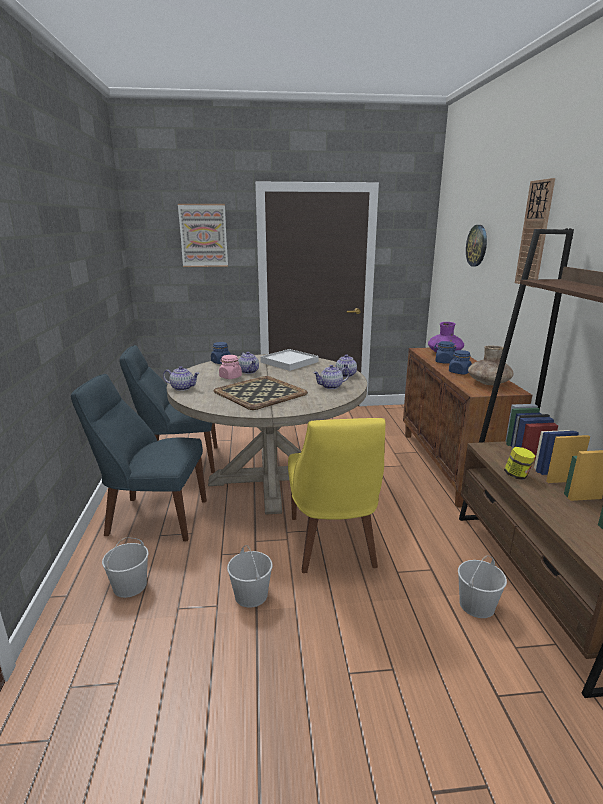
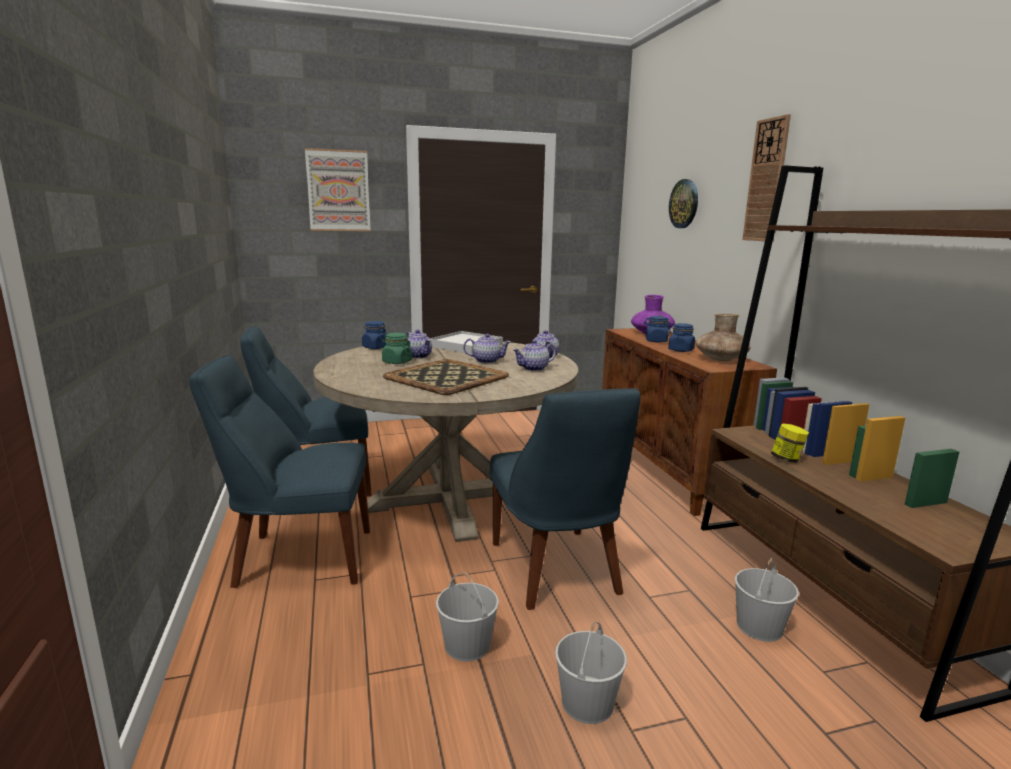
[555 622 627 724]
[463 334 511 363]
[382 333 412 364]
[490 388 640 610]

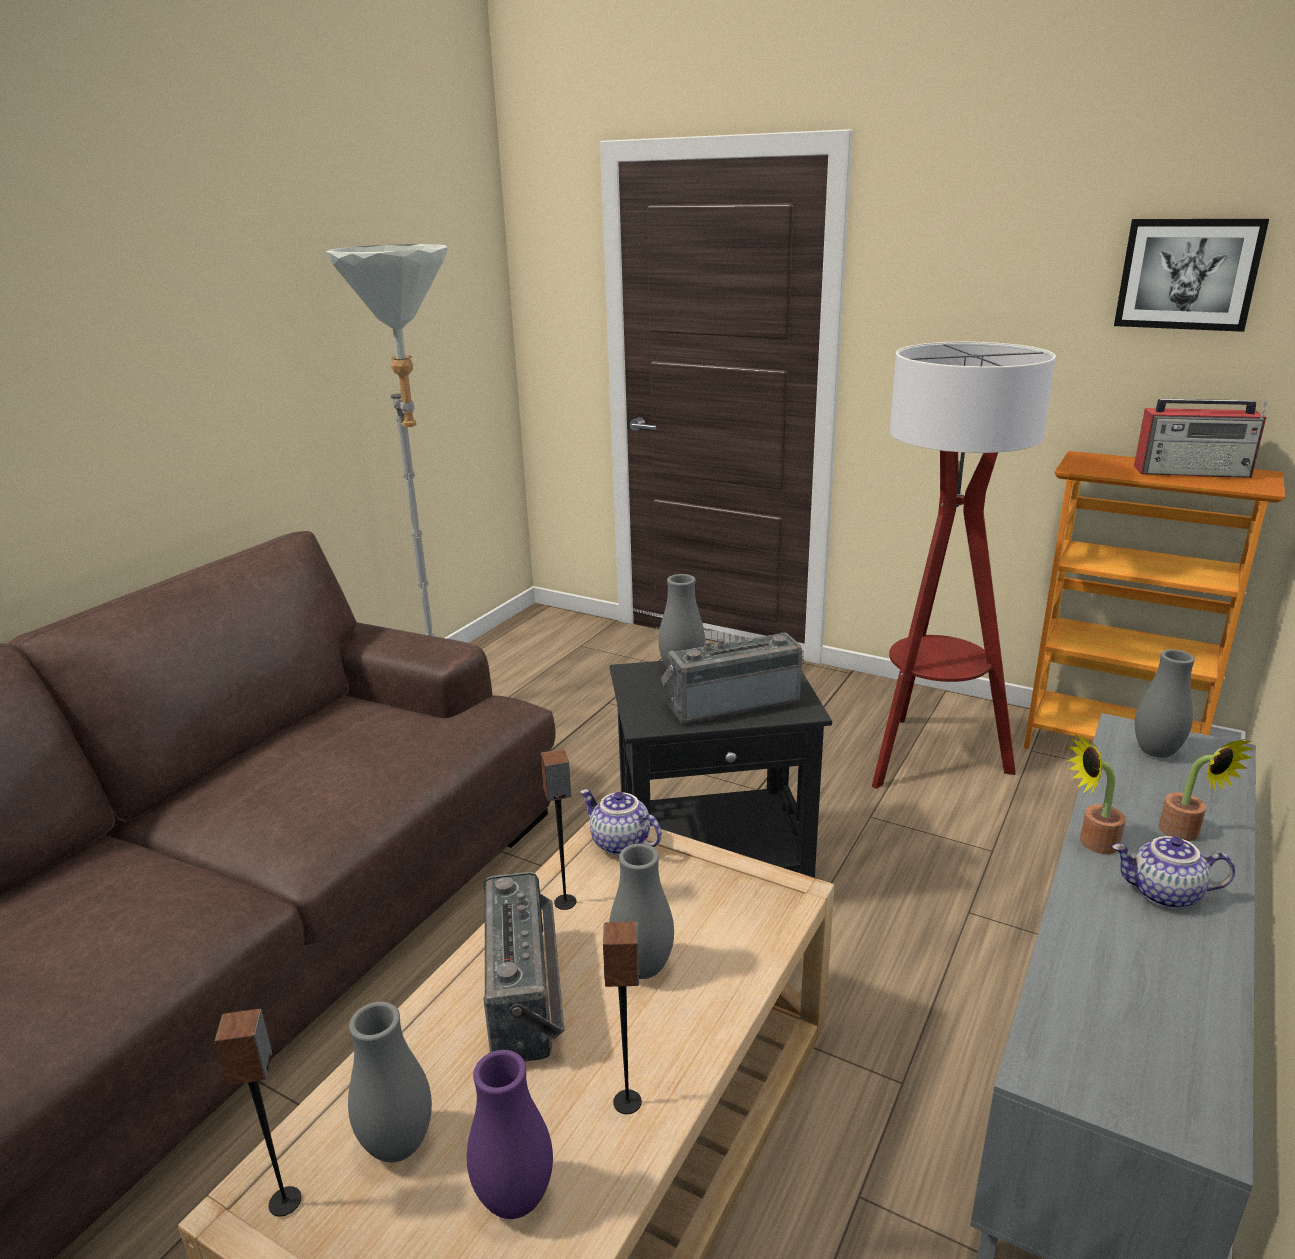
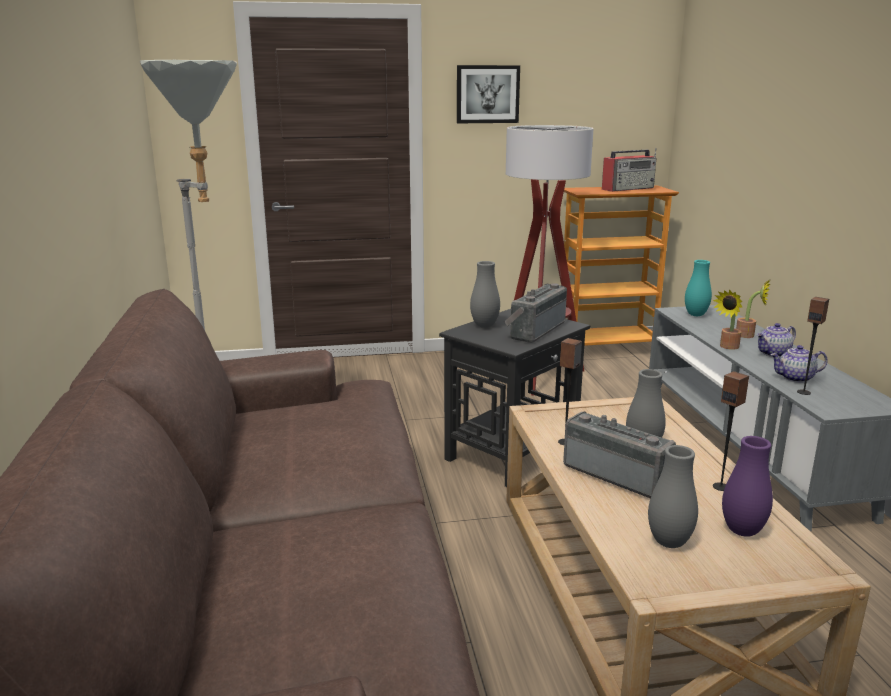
[797 297 829 395]
[770 345 828 383]
[457 65 520 123]
[685 260 712 316]

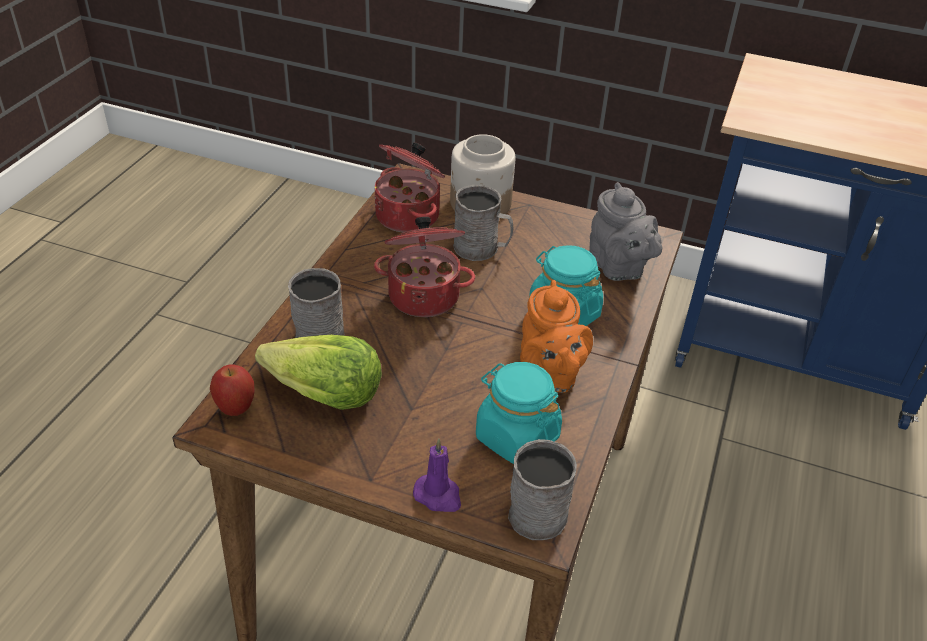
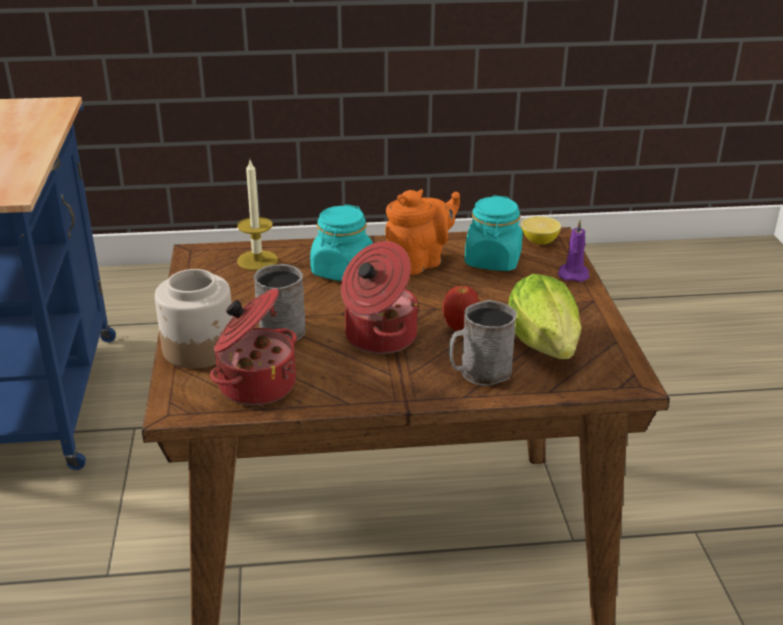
[443 285 479 331]
[521 216 561 245]
[237 160 278 271]

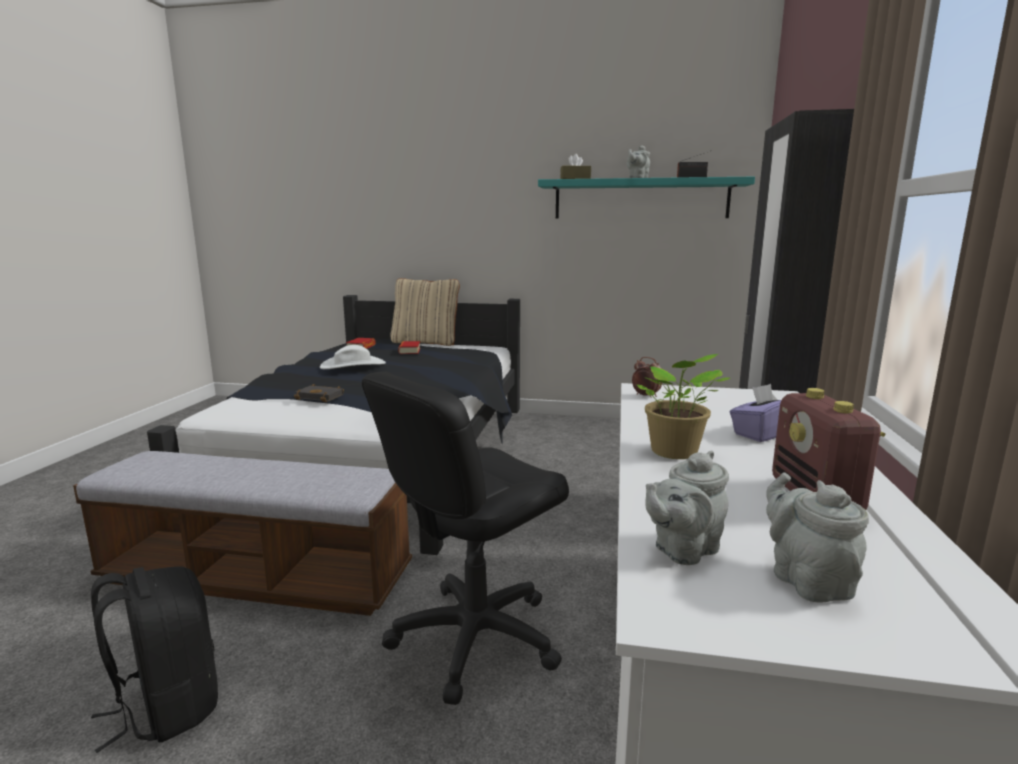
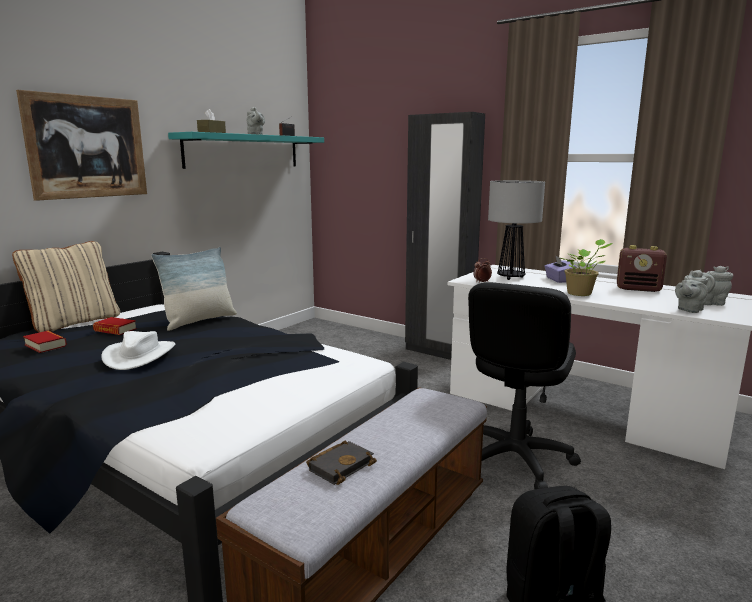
[16 90 147 201]
[151 247 237 331]
[488 180 545 280]
[306 441 377 485]
[468 282 581 489]
[675 270 709 313]

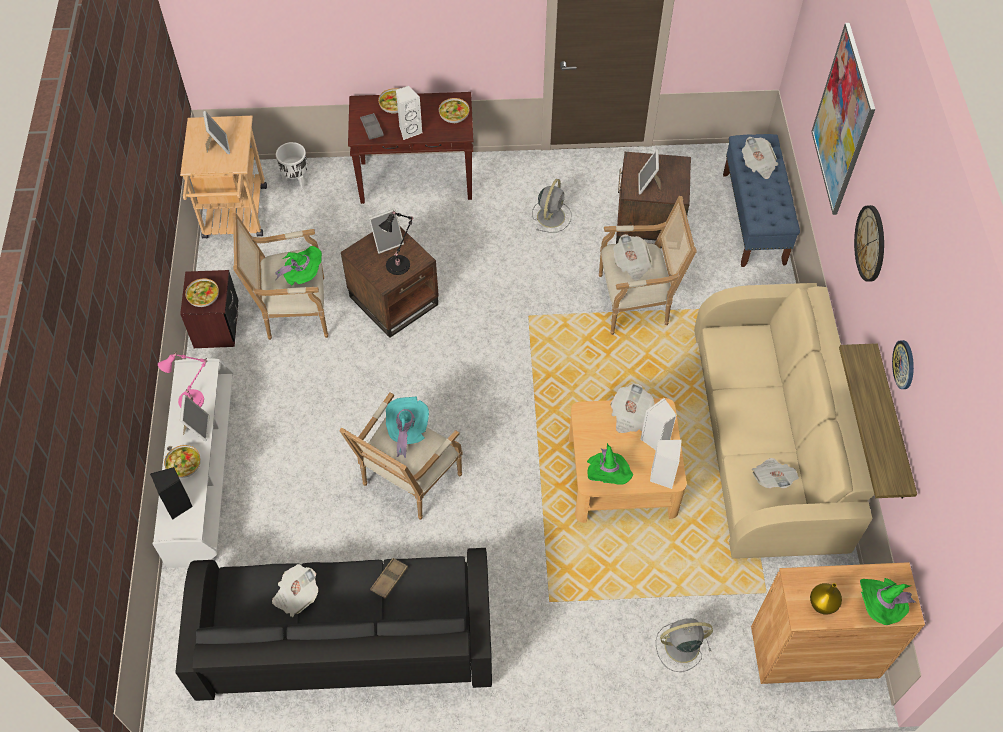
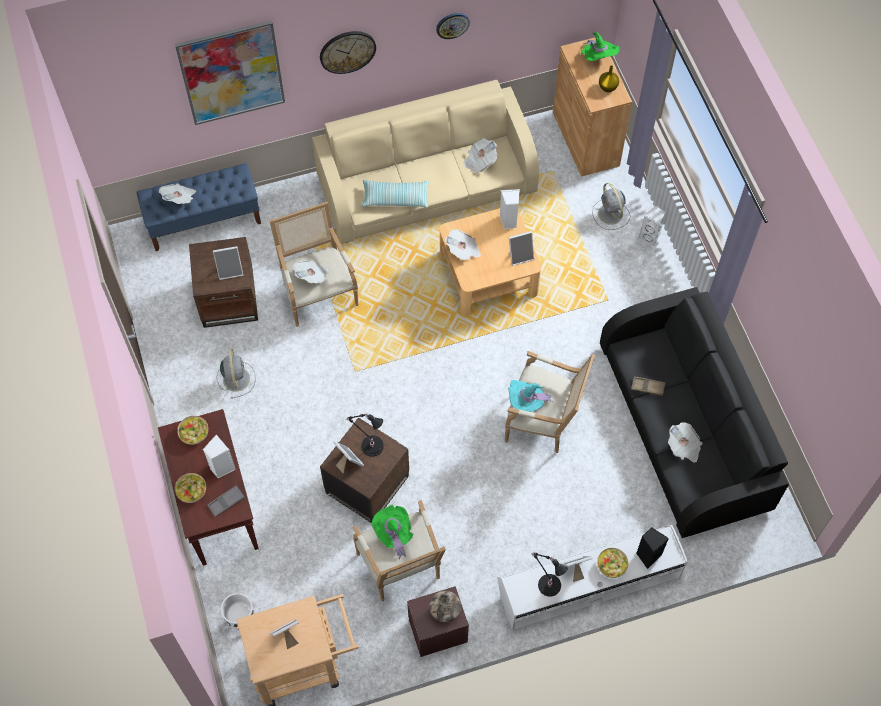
[839 343 917 498] (first image)
[362 180 430 208]
[639 206 666 247]
[429 591 461 622]
[509 231 534 266]
[531 552 567 597]
[217 348 256 399]

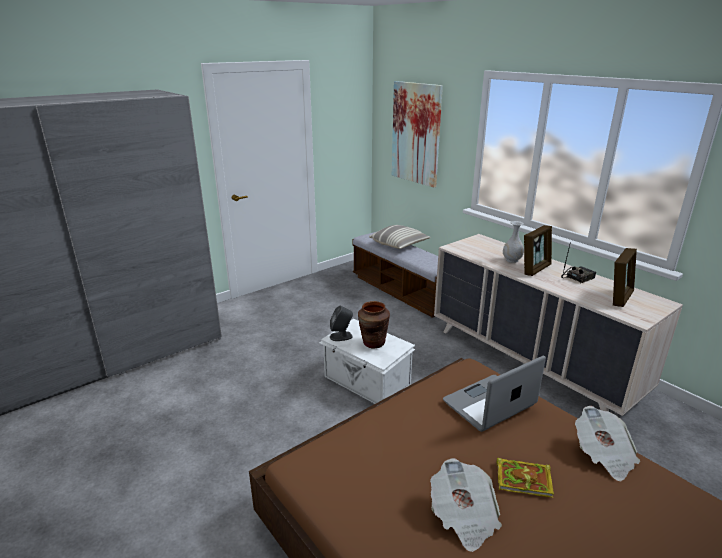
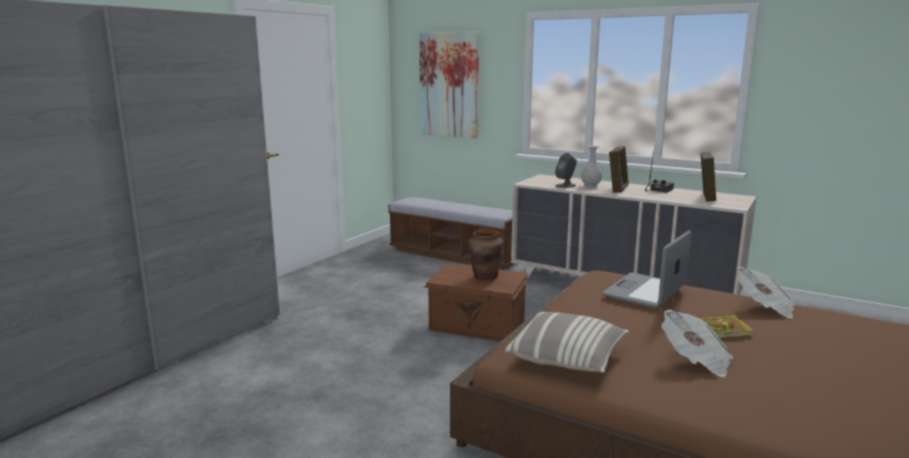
[555 153 577 188]
[505 312 629 373]
[424 263 529 341]

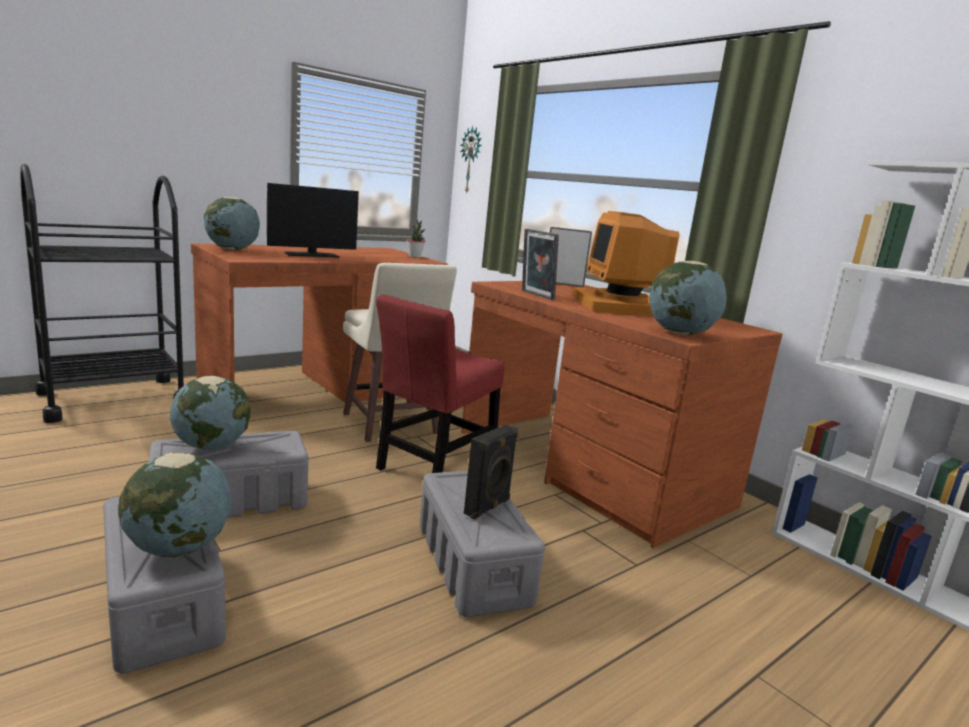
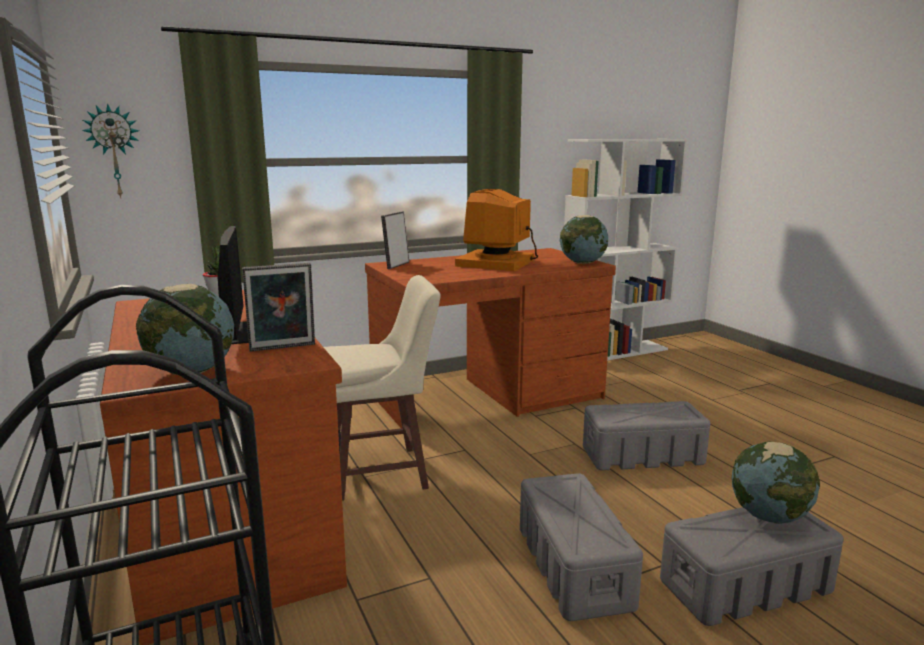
[170 376 251 450] (first image)
[376 294 504 473] (first image)
[464 425 518 520] (first image)
[242 263 315 352]
[455 189 538 271]

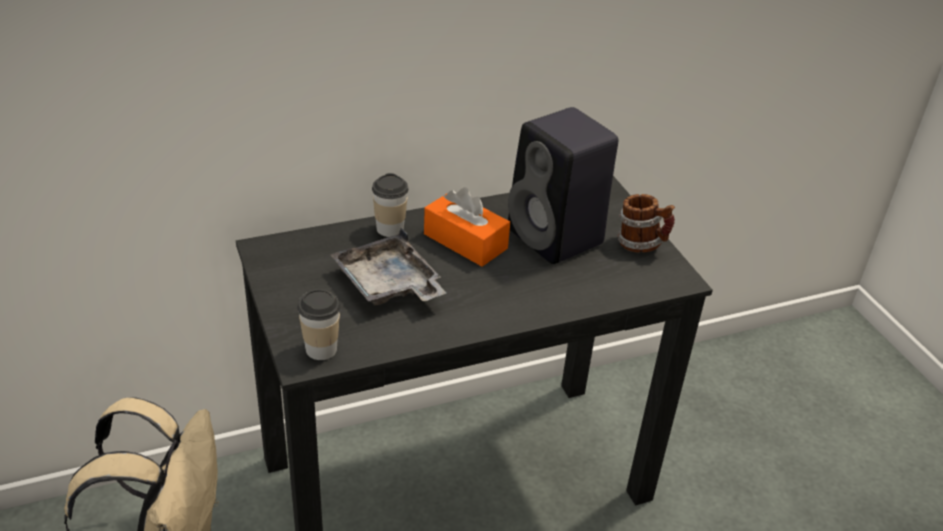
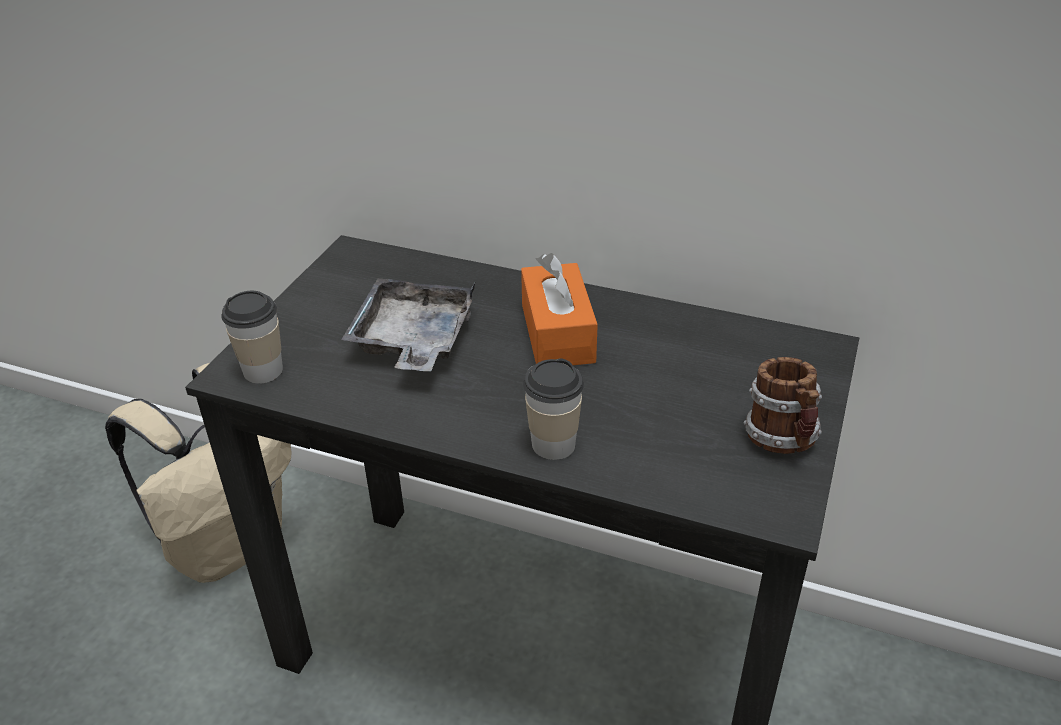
[508 107 618 264] (first image)
[523 358 584 460]

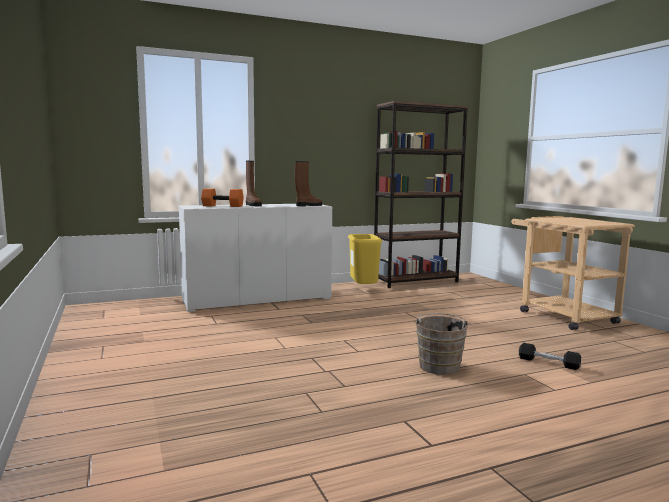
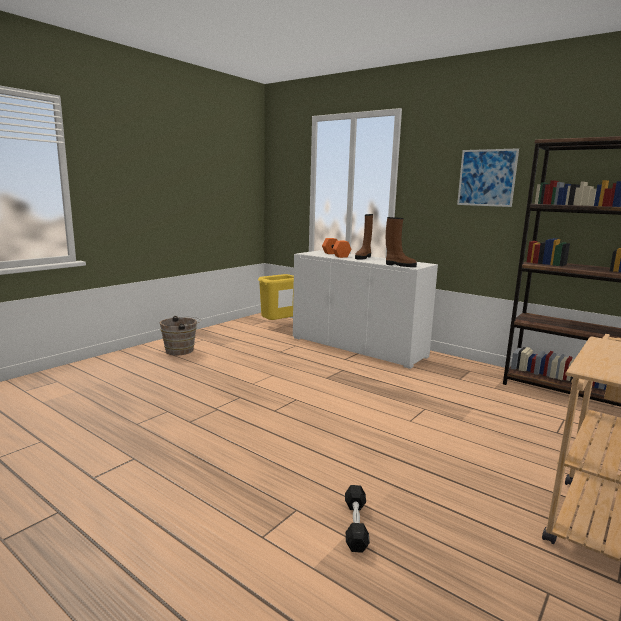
[457 148 519 207]
[258 274 294 320]
[160 316 201 355]

